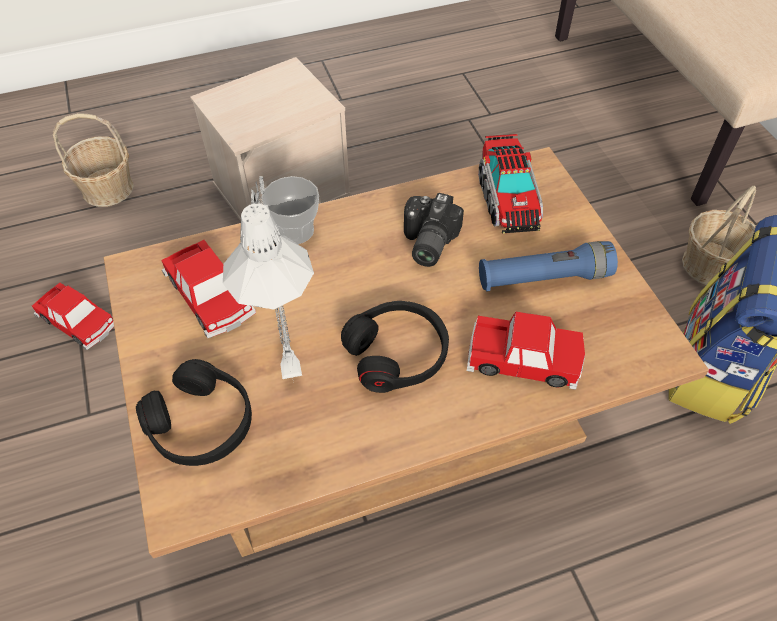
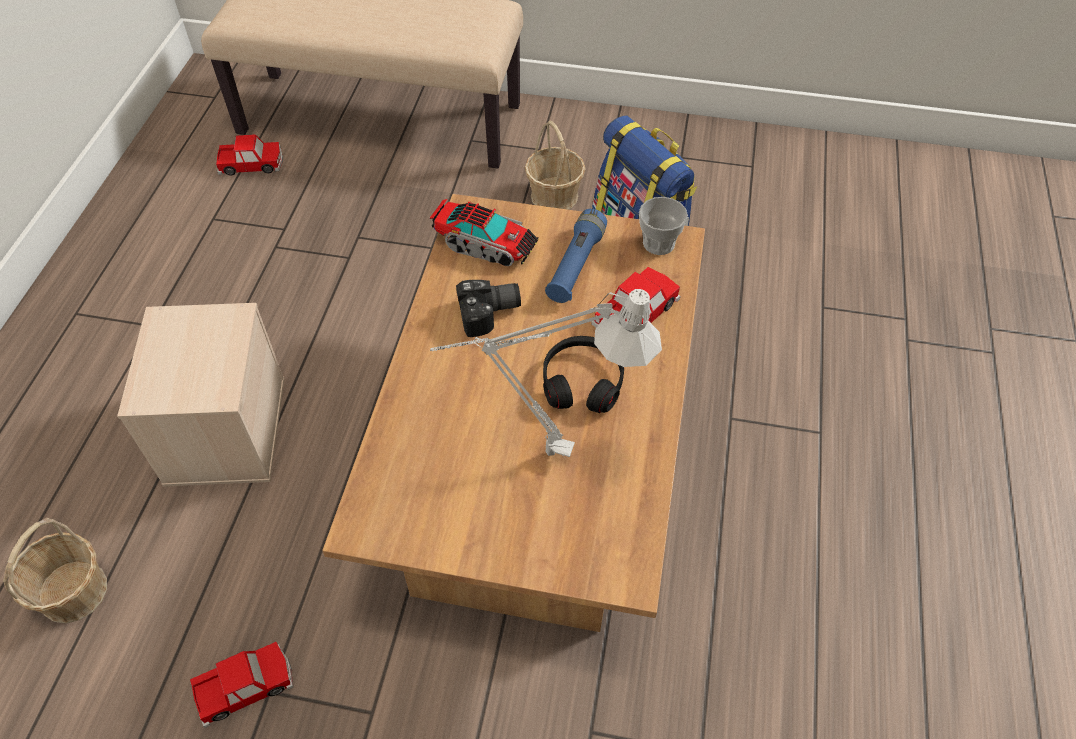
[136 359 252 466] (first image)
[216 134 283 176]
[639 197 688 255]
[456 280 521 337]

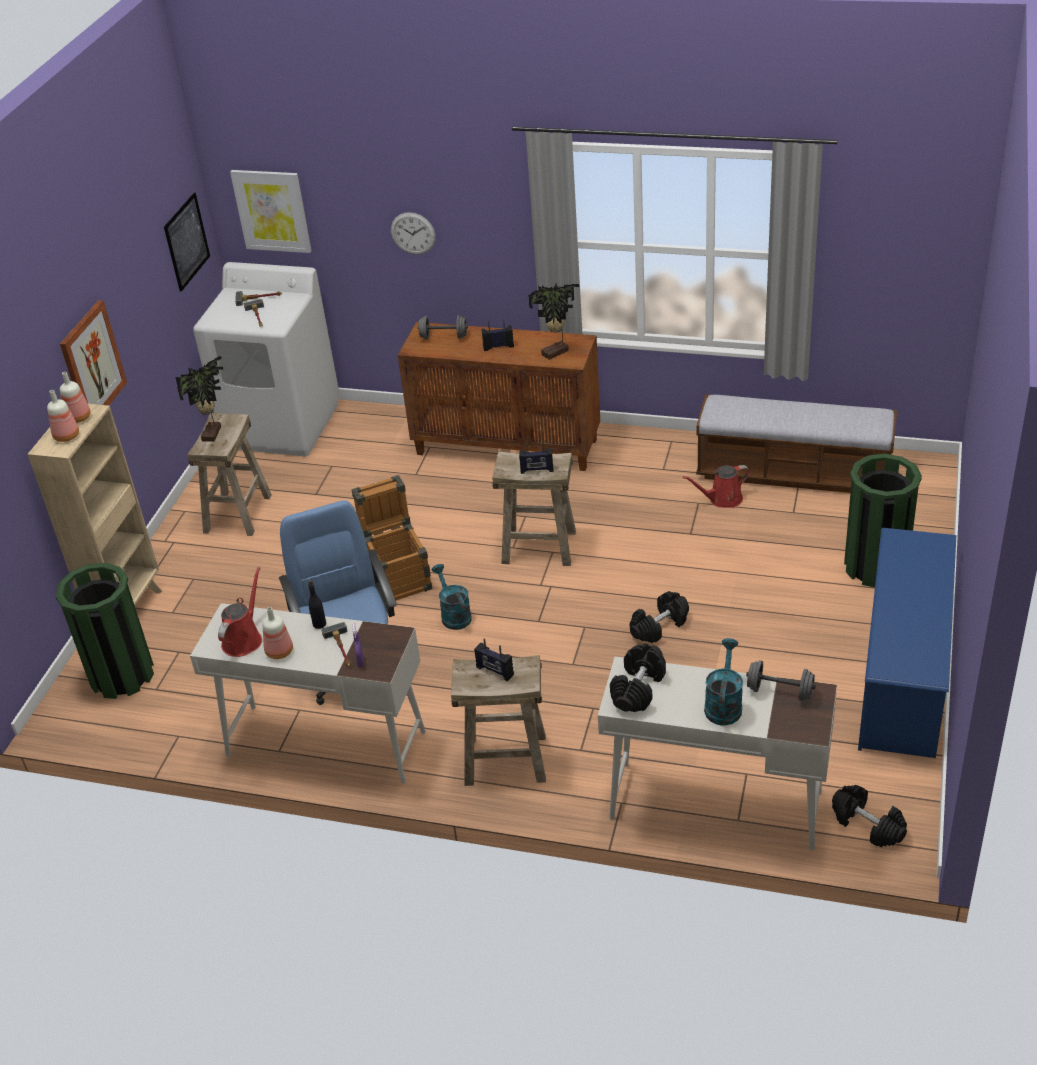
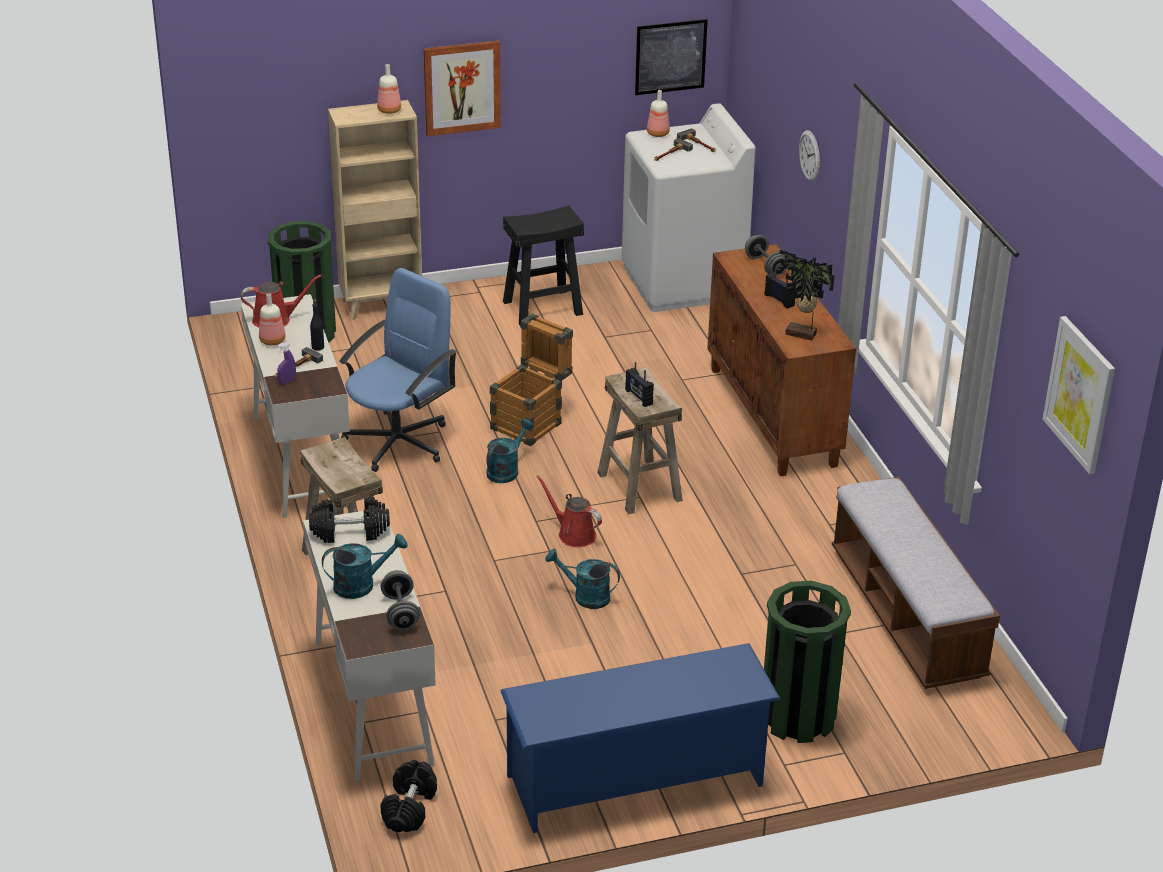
[175 356 223 442] (first image)
[474 639 514 681] (first image)
[647 90 670 137]
[1043 316 1115 474]
[536 475 602 547]
[545 549 620 609]
[503 205 584 327]

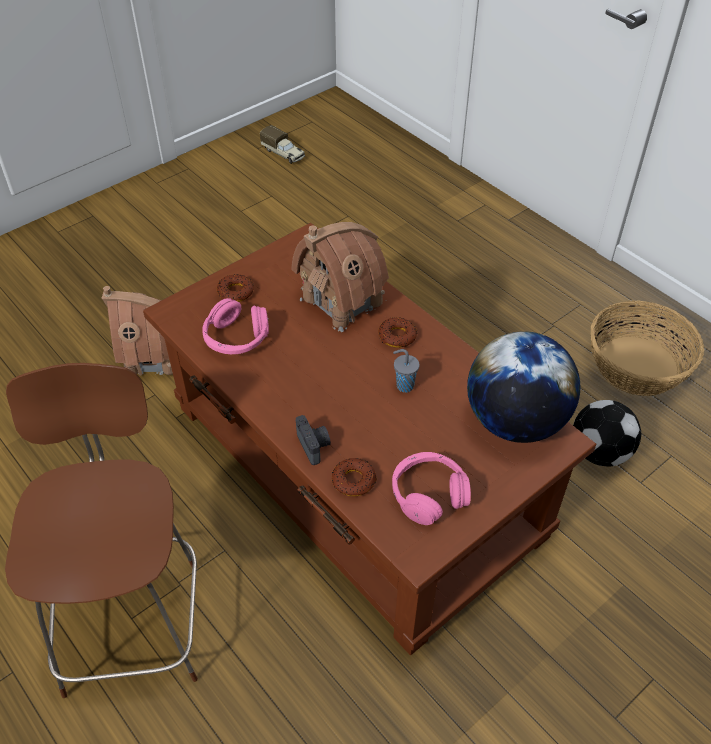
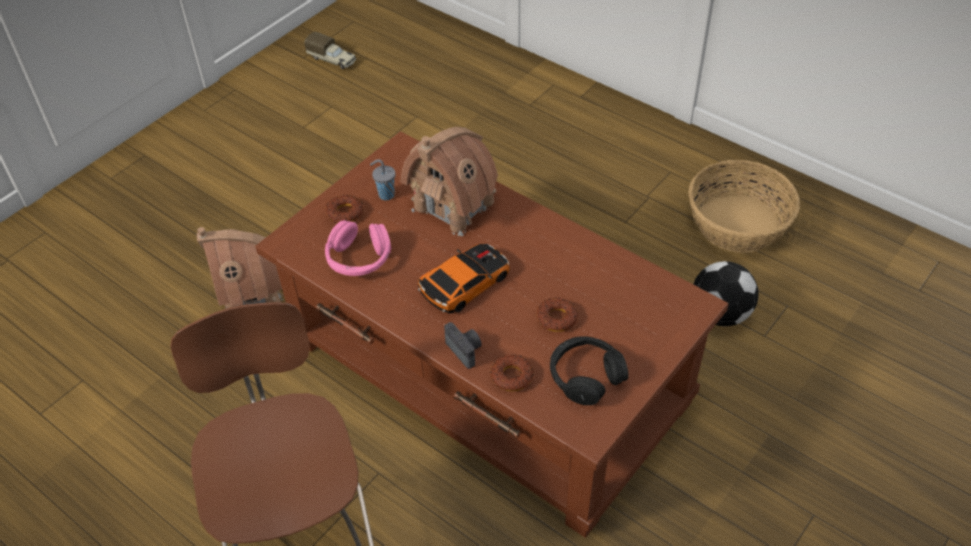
[467 331 581 443] (first image)
[418 244 510 313]
[536 298 578 332]
[370 159 395 200]
[550 336 628 405]

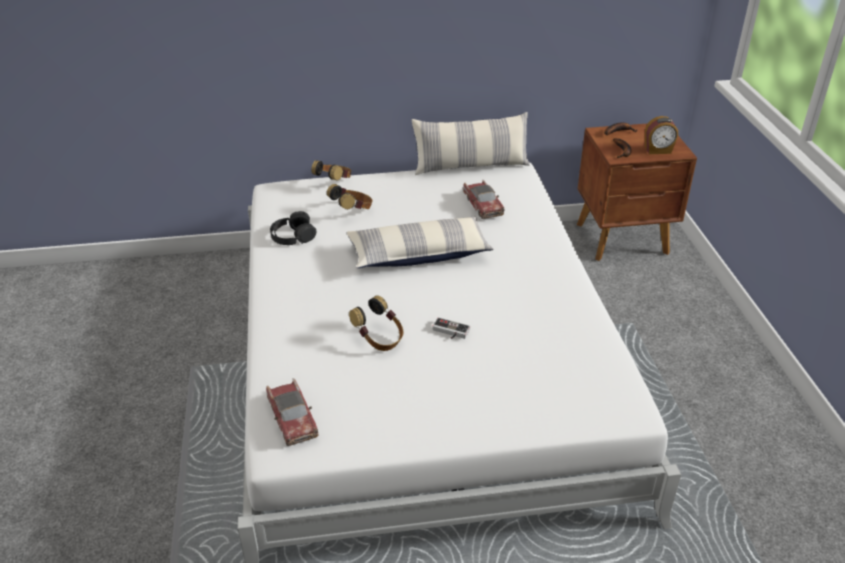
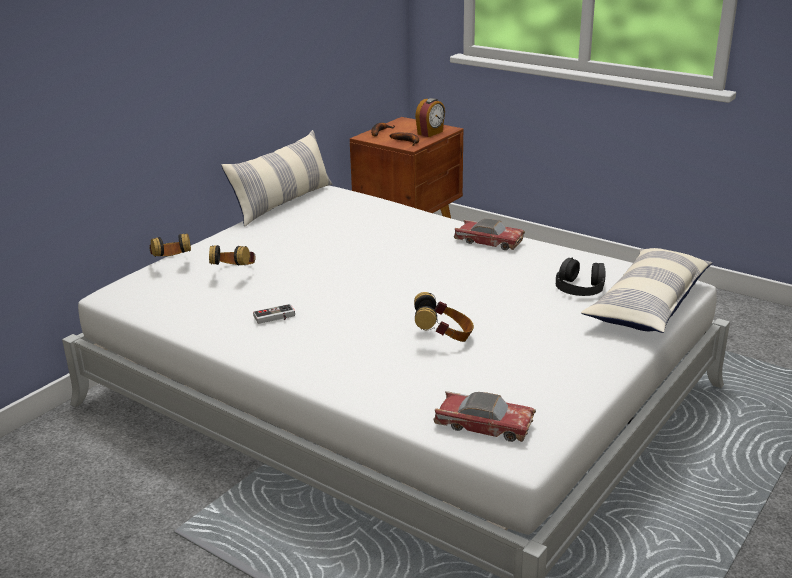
[556 257 605 296]
[581 248 712 333]
[253 304 295 324]
[454 219 525 250]

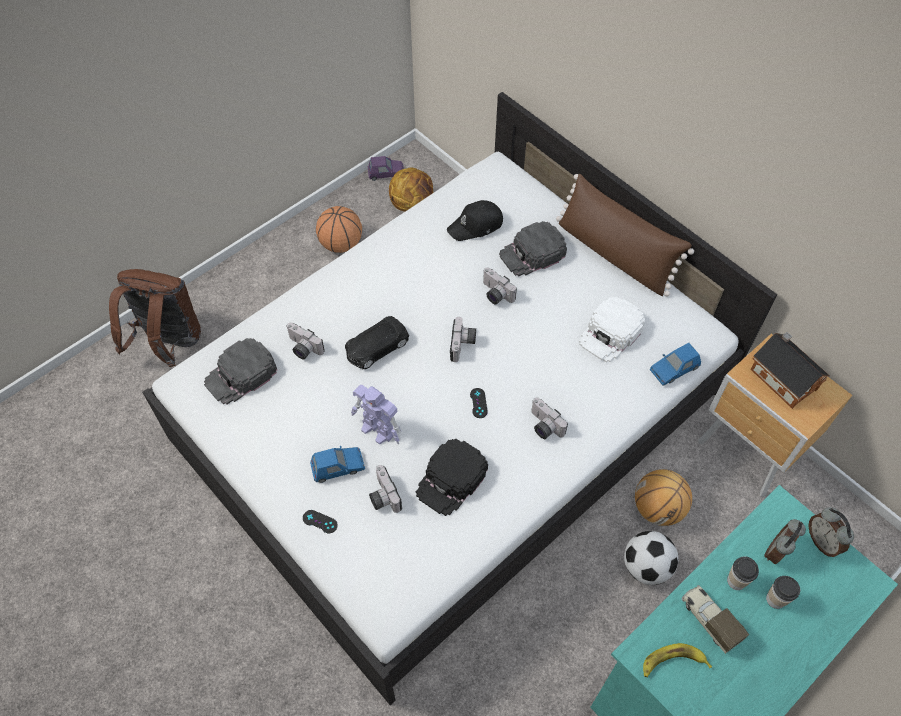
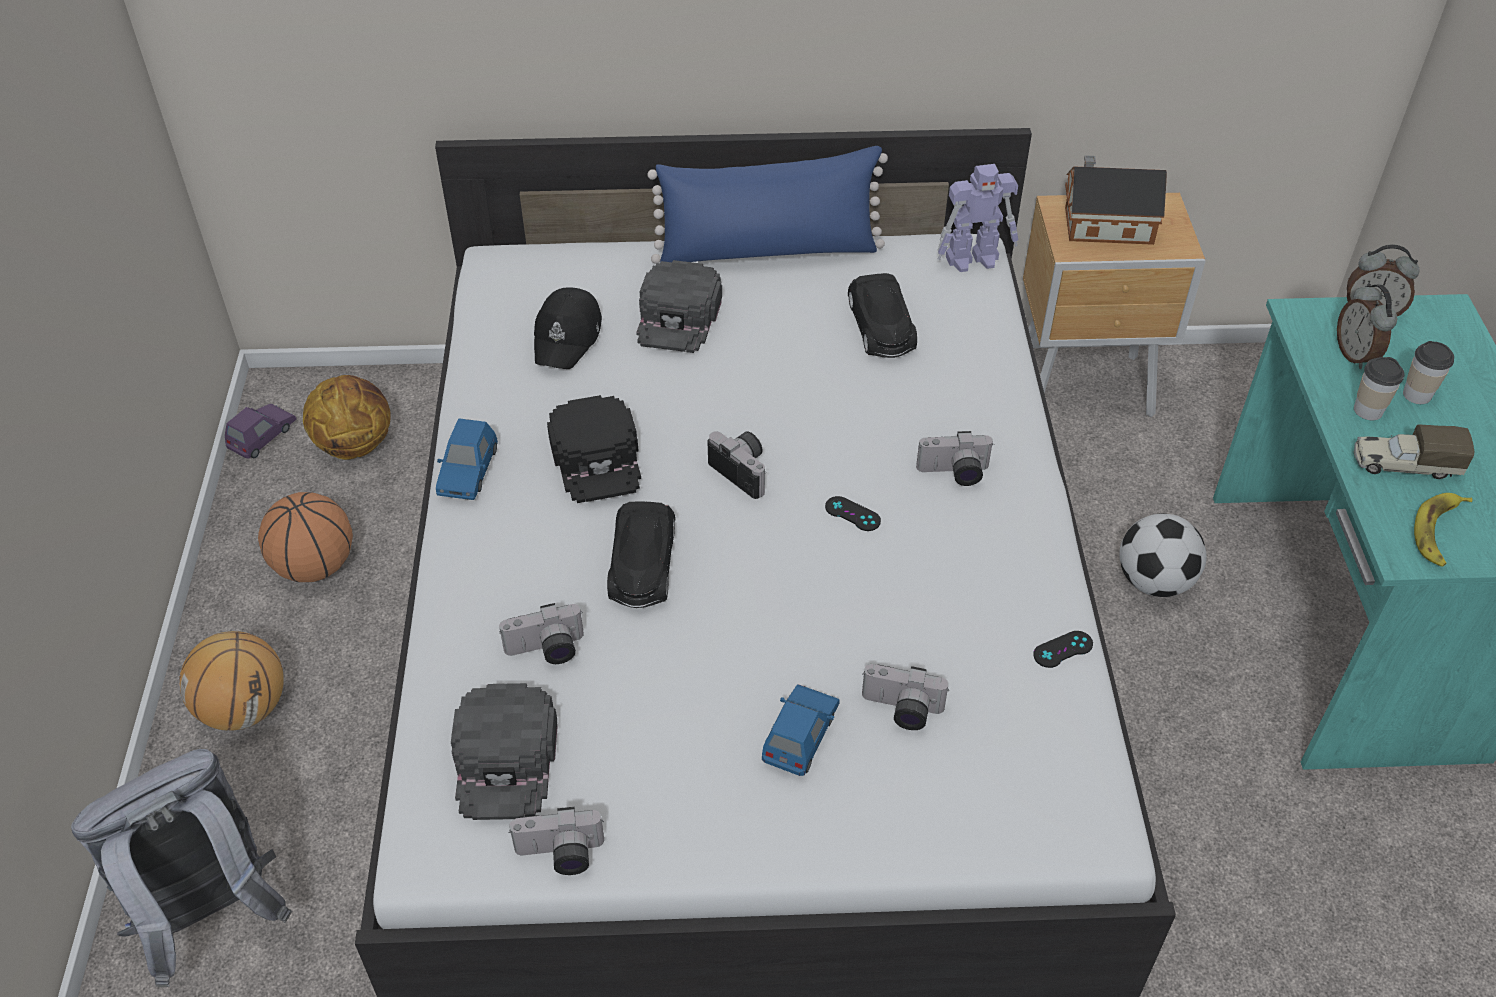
[1033 631 1093 668]
[938 164 1018 272]
[547 395 641 503]
[508 807 604 875]
[180 631 284 731]
[436 418 498 500]
[848 273 917 358]
[71 749 292 987]
[647 146 888 264]

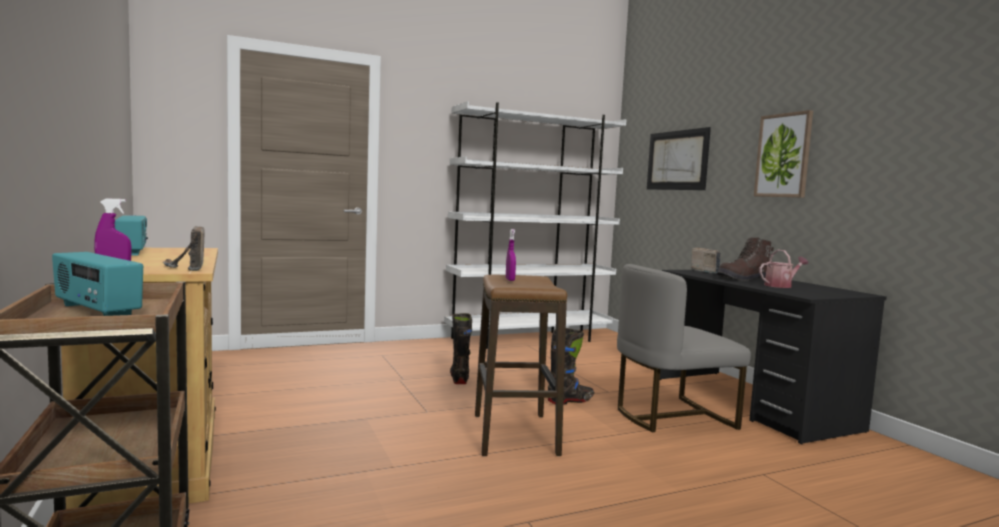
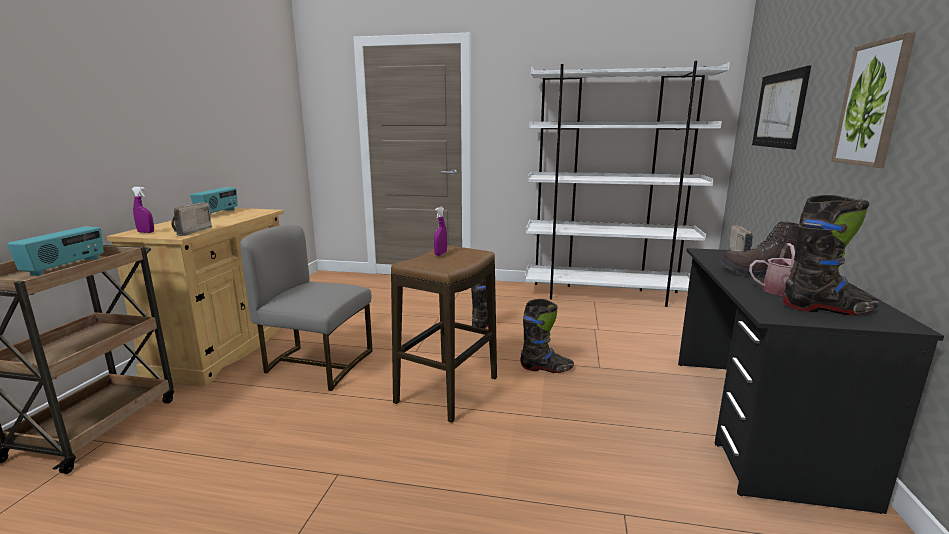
[783 195 879 315]
[240 225 373 391]
[7 227 104 276]

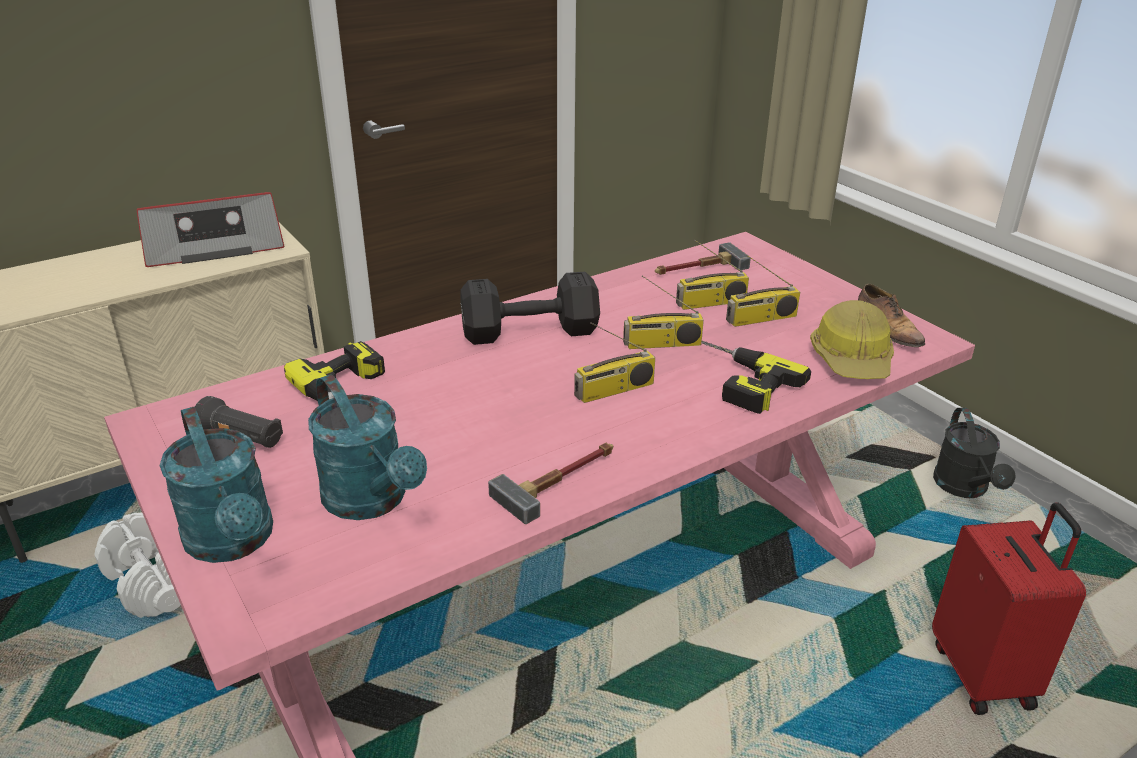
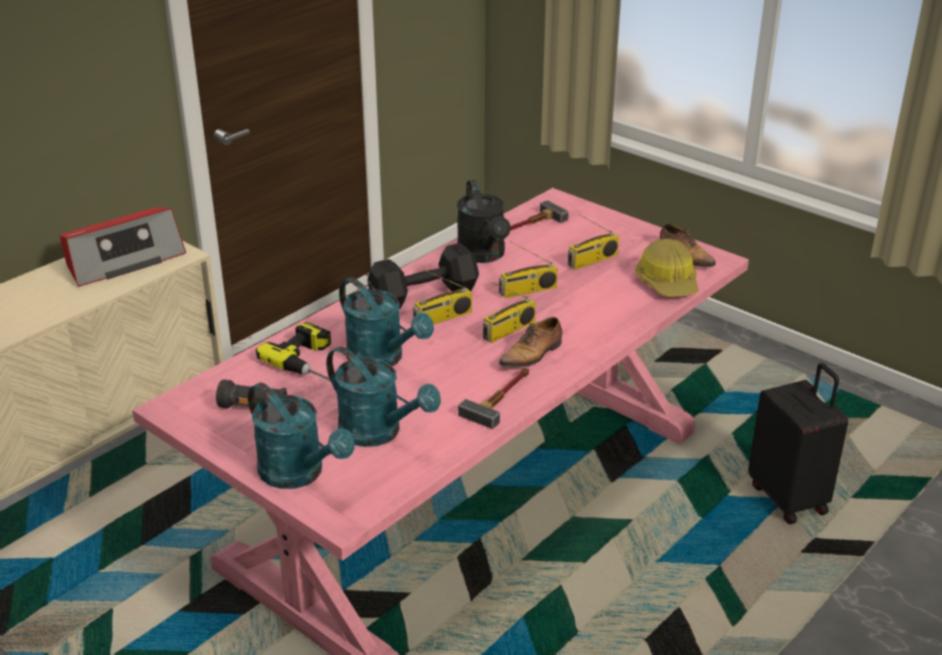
[94 513 181 618] (first image)
[701 341 811 414] (first image)
[339 277 434 366]
[498 317 562 368]
[413 269 472 324]
[457 180 511 263]
[748 363 848 524]

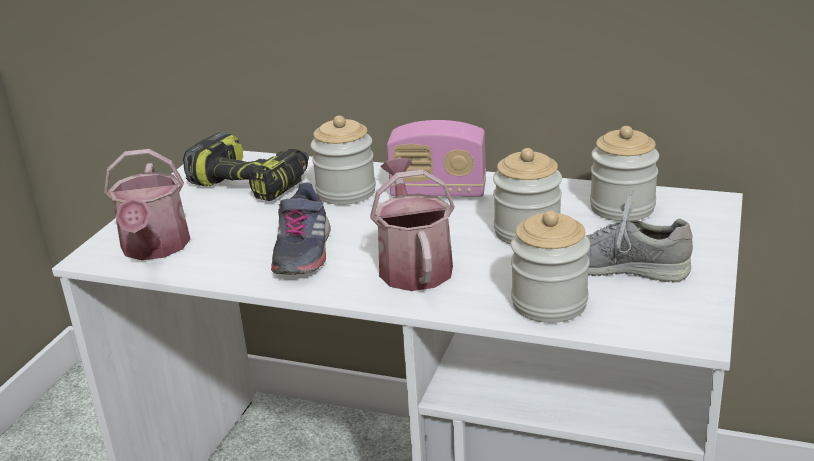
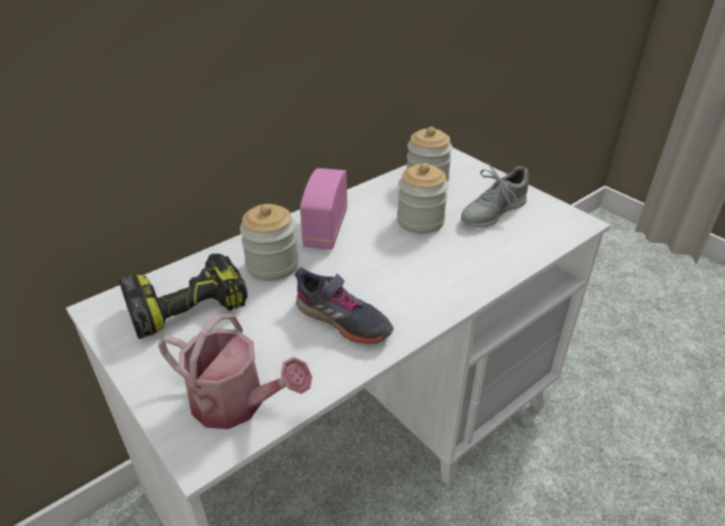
[370 158 455 291] (first image)
[511 211 590 323] (first image)
[300 168 348 249]

